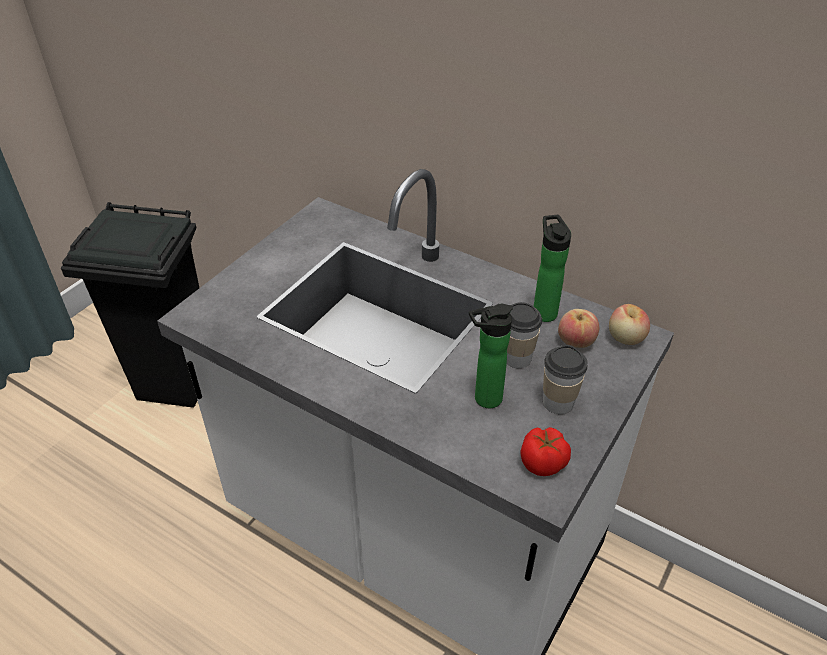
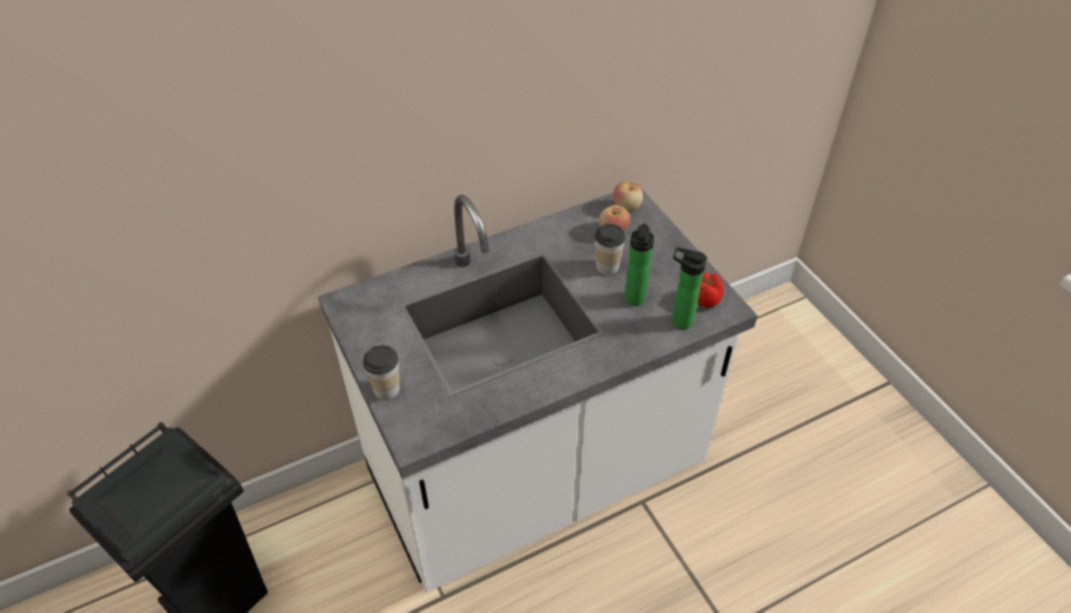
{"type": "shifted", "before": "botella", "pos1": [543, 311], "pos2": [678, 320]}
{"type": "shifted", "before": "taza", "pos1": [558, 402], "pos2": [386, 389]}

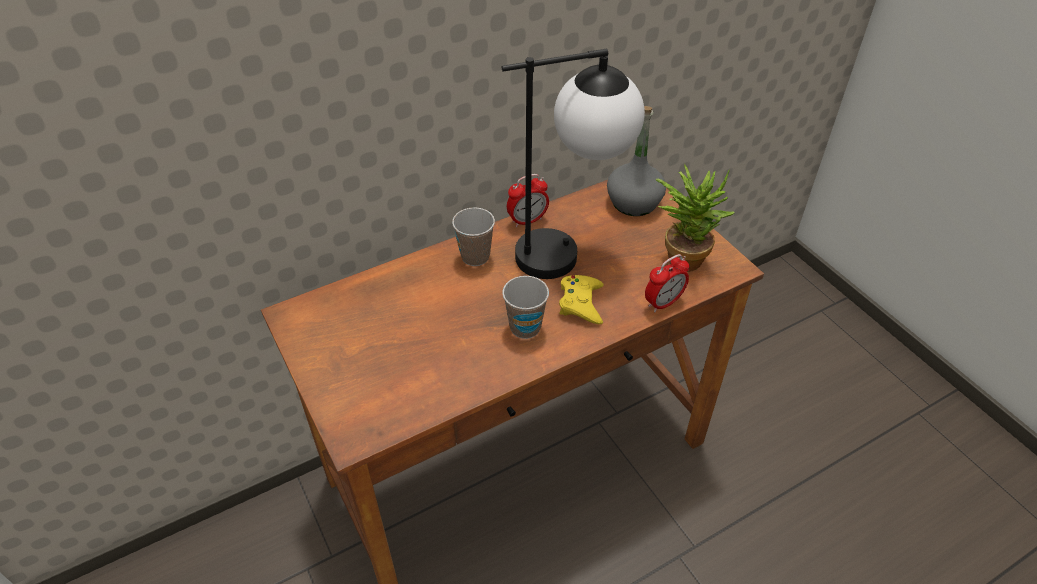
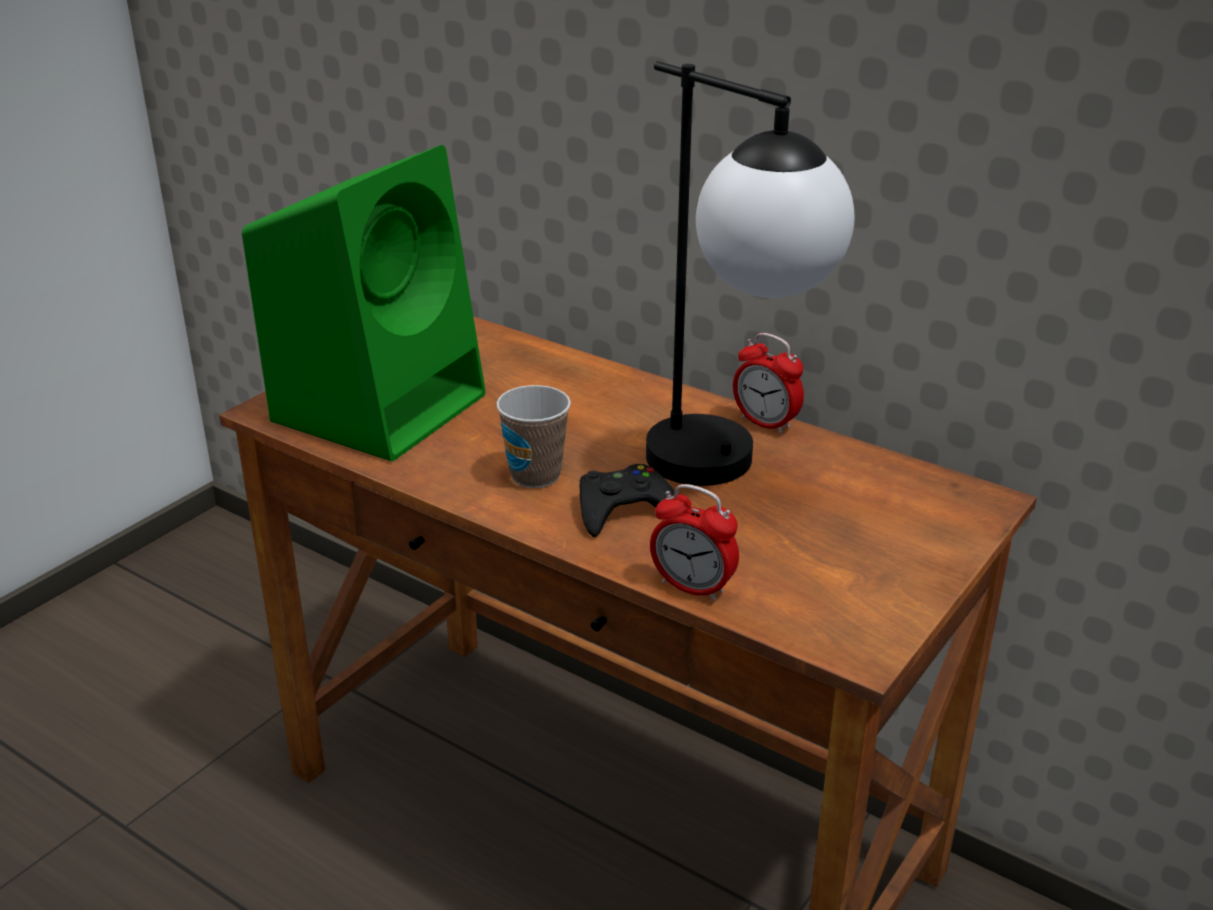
{"type": "gone", "before": "taza", "pos1": [475, 257]}
{"type": "repainted", "before": "mando de consola/amarillo", "after": "mando de consola/negro", "pos1": [581, 303], "pos2": [624, 510]}
{"type": "gone", "before": "botella/gris", "pos1": [633, 202]}
{"type": "gone", "before": "planta en maceta", "pos1": [683, 255]}
{"type": "new", "after": "altavoz/verde", "pos2": [382, 405]}

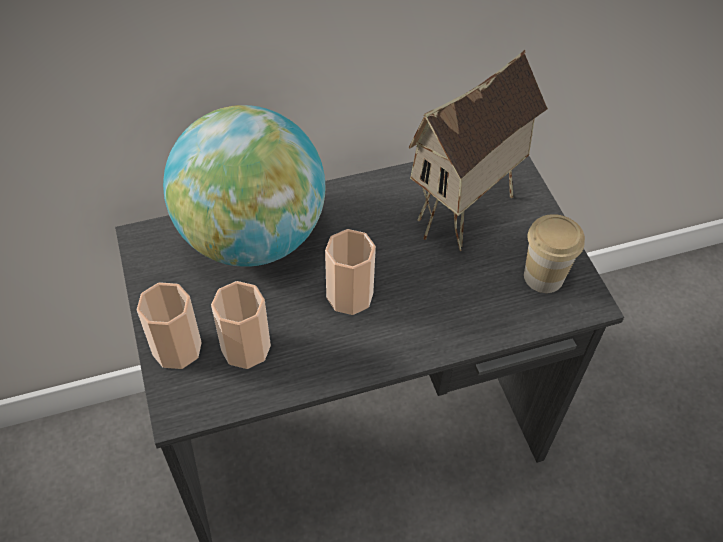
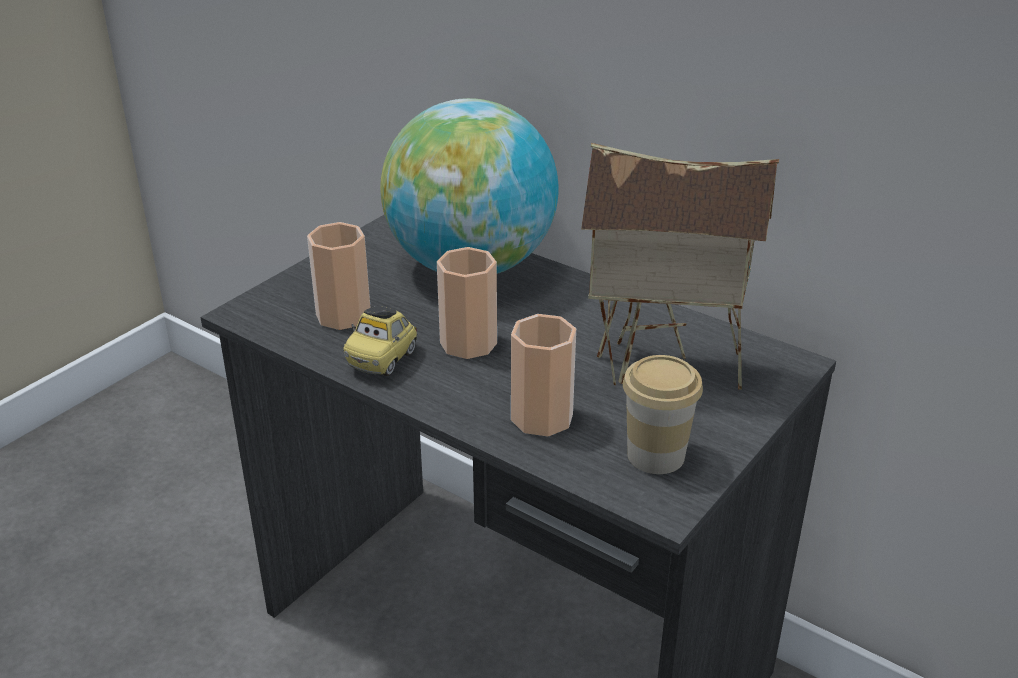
{"type": "shifted", "before": "taza", "pos1": [177, 348], "pos2": [542, 417]}
{"type": "new", "after": "coche de juguete", "pos2": [383, 360]}

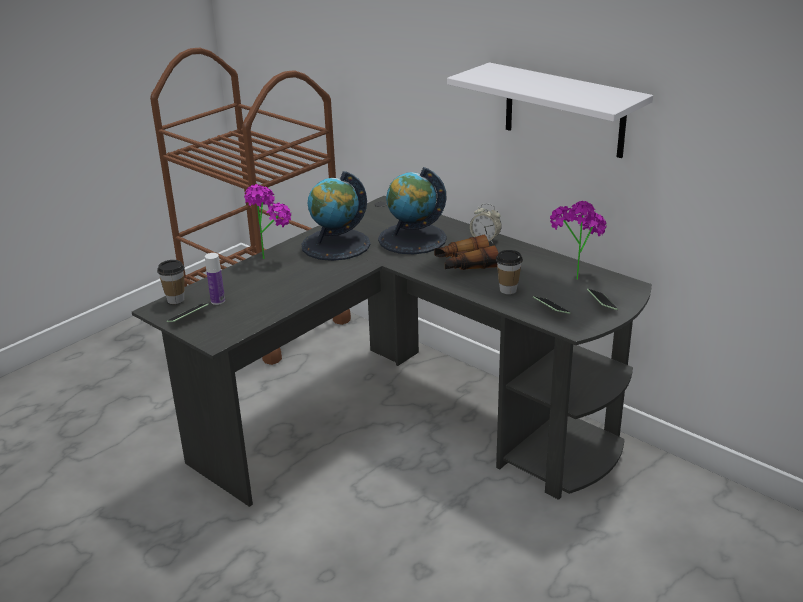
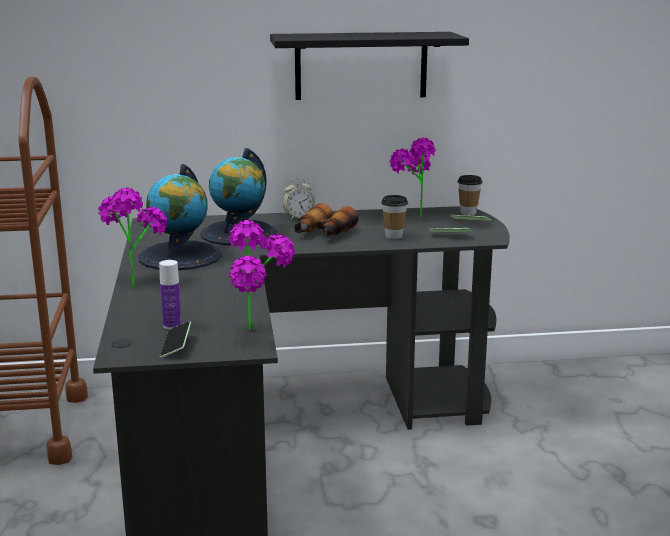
{"type": "shifted", "before": "taza", "pos1": [176, 300], "pos2": [468, 213]}
{"type": "repainted", "before": "estante/blanco", "after": "estante/negro", "pos1": [564, 110], "pos2": [361, 65]}
{"type": "new", "after": "planta en maceta", "pos2": [261, 333]}

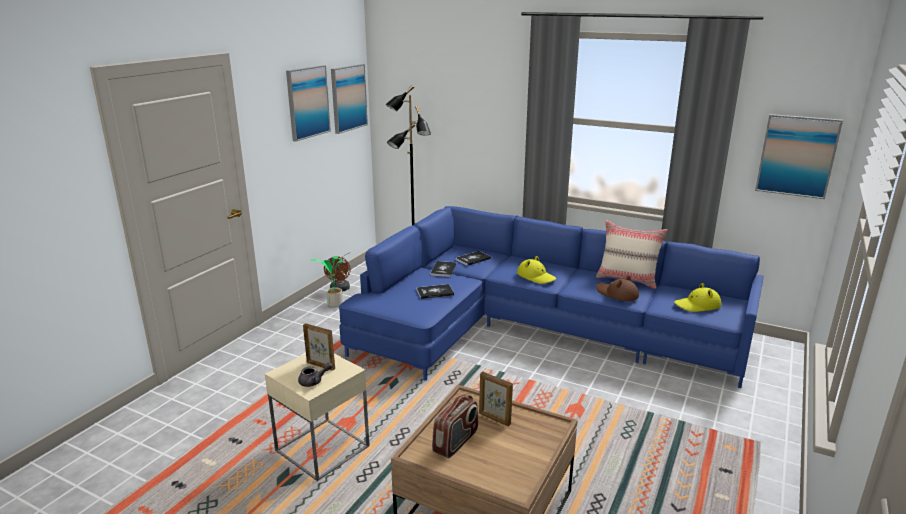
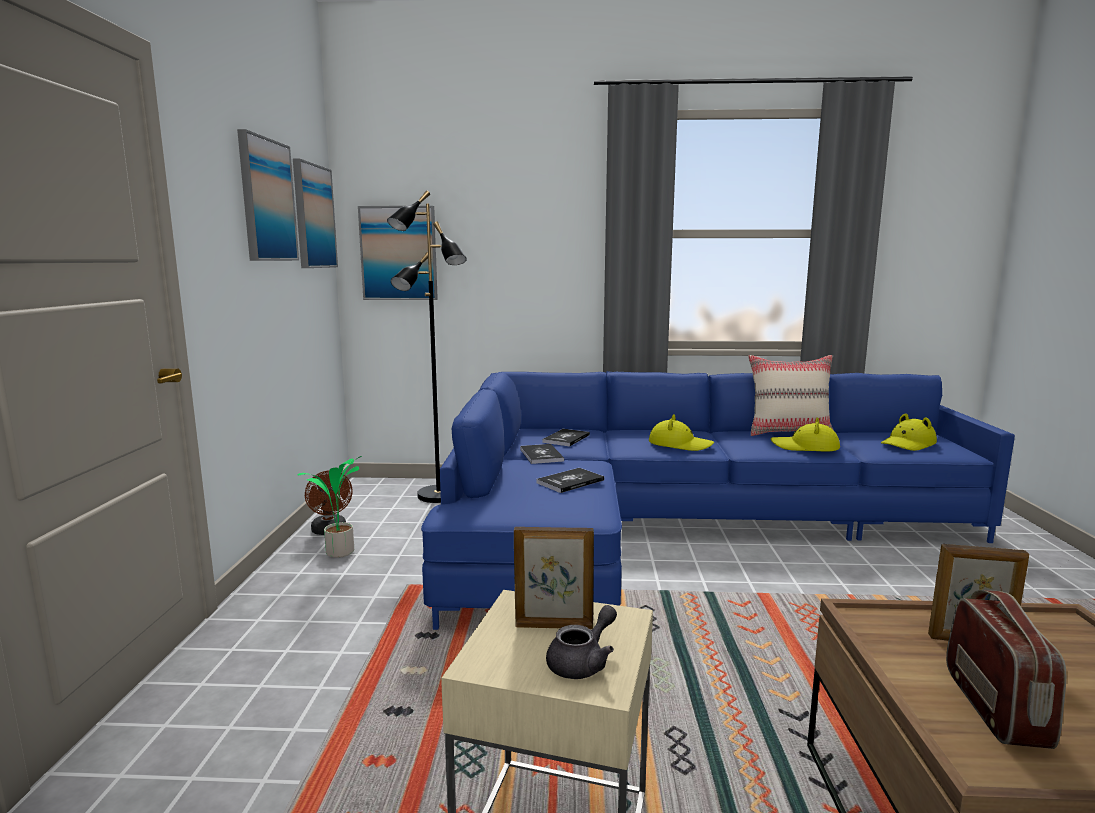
{"type": "repainted", "before": "sombrero/marrón", "after": "sombrero/amarillo", "pos1": [617, 294], "pos2": [805, 447]}
{"type": "shifted", "before": "cuadro", "pos1": [797, 156], "pos2": [399, 253]}

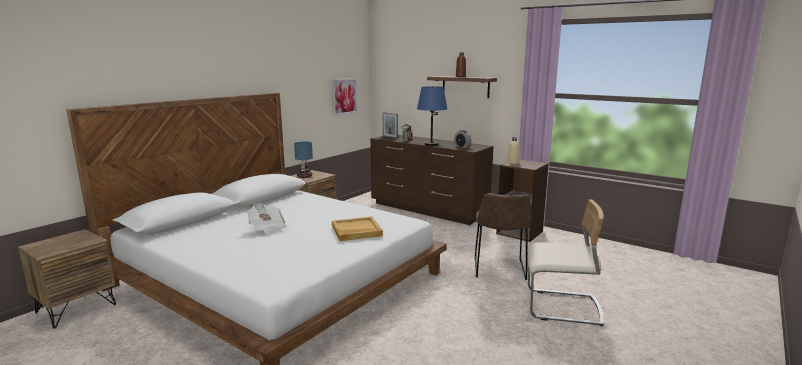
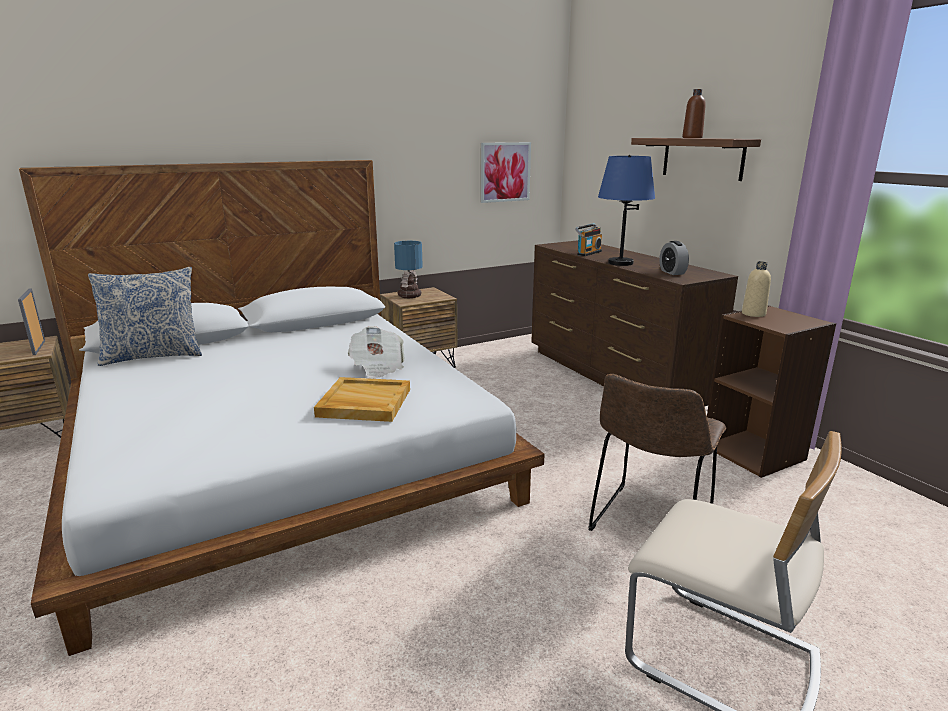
{"type": "shifted", "before": "periódico", "pos1": [267, 228], "pos2": [377, 367]}
{"type": "shifted", "before": "portarretratos", "pos1": [390, 137], "pos2": [39, 348]}
{"type": "new", "after": "cojín", "pos2": [153, 356]}

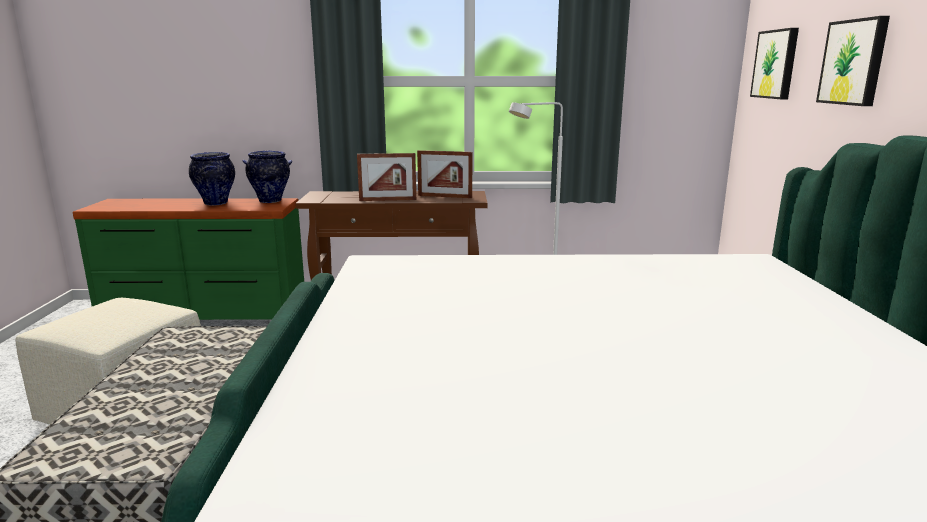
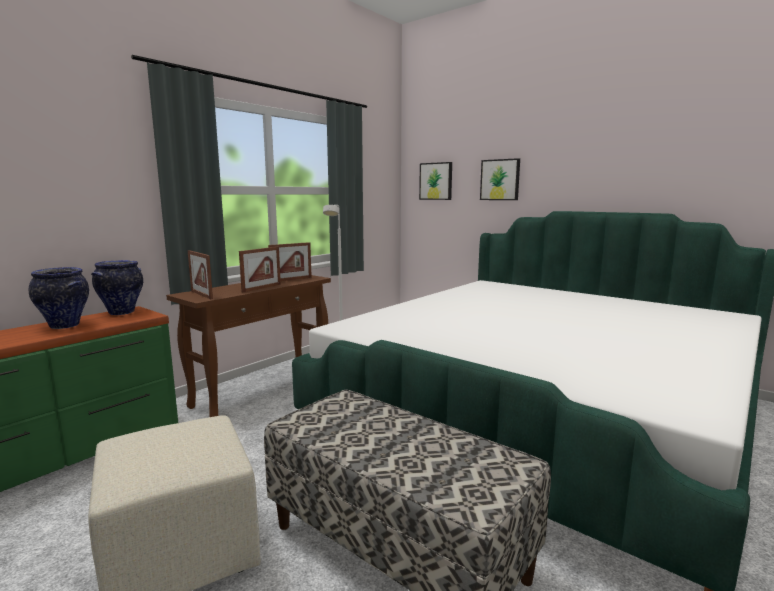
{"type": "new", "after": "portarretratos", "pos2": [201, 295]}

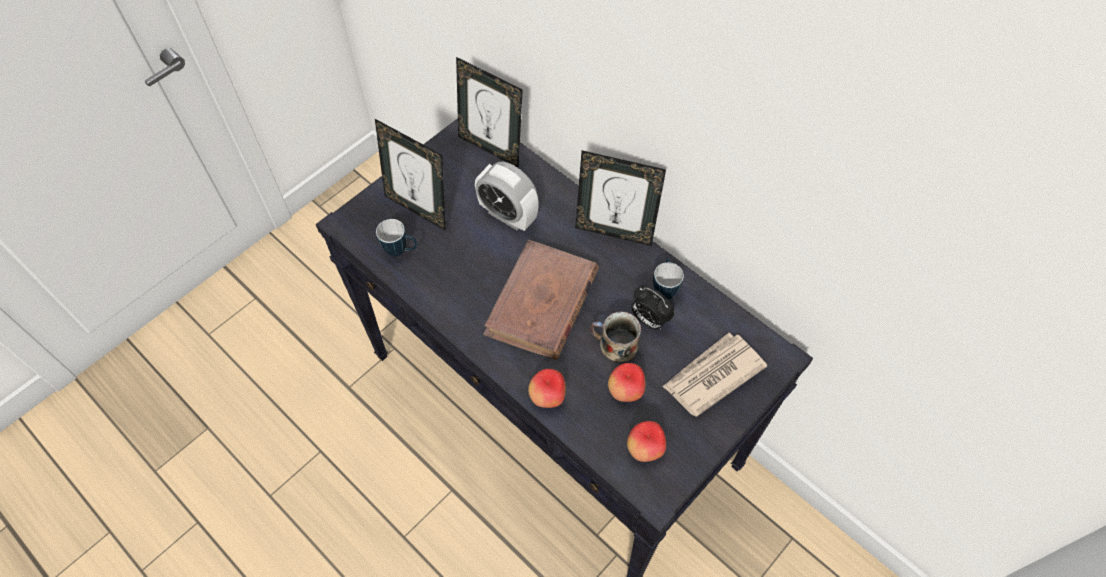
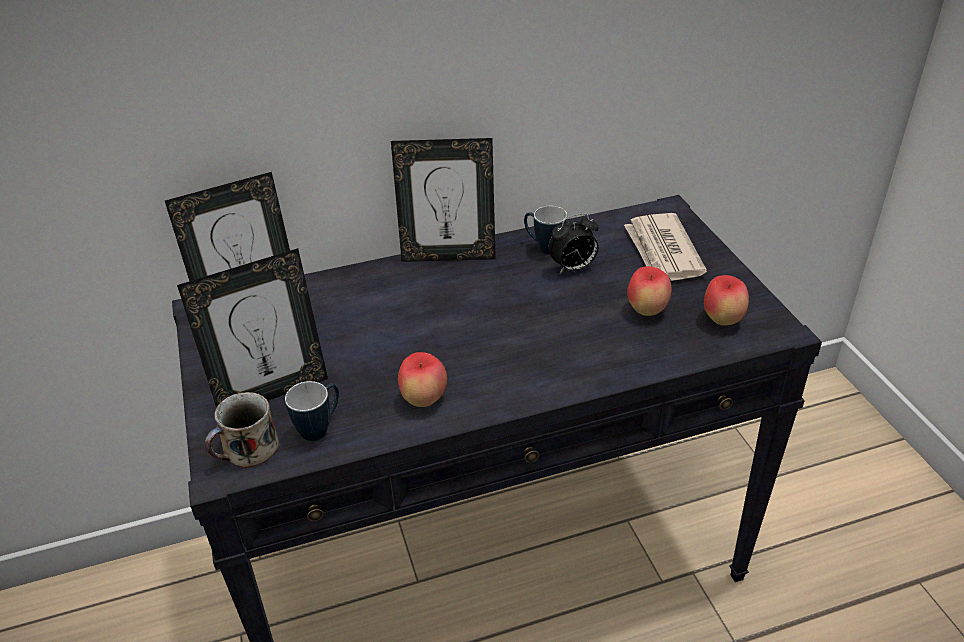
{"type": "gone", "before": "despertador", "pos1": [508, 215]}
{"type": "gone", "before": "libro/marrón", "pos1": [542, 303]}
{"type": "shifted", "before": "manzana", "pos1": [548, 397], "pos2": [424, 400]}
{"type": "rotated", "before": "portarretratos", "pos1": [614, 231], "pos2": [448, 256], "turn": 45}
{"type": "shifted", "before": "taza grande", "pos1": [616, 345], "pos2": [248, 450]}

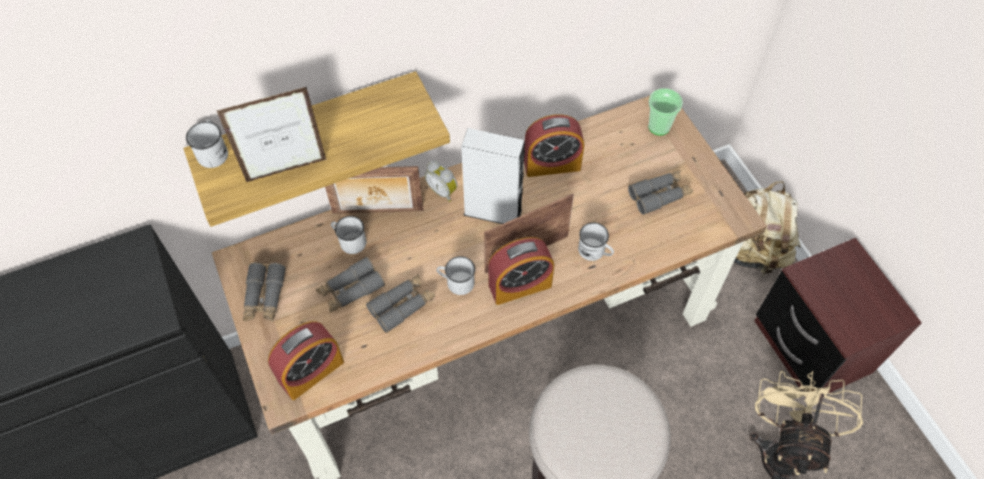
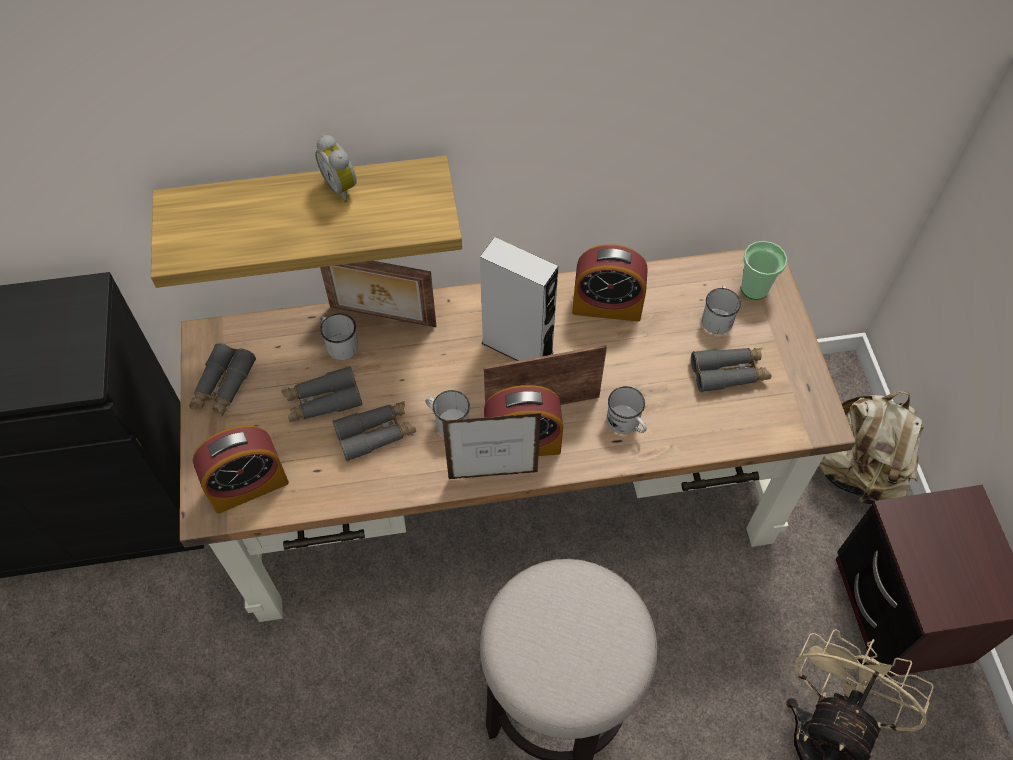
{"type": "shifted", "before": "taza grande/blanco", "pos1": [213, 151], "pos2": [717, 317]}
{"type": "shifted", "before": "portarretratos", "pos1": [287, 170], "pos2": [493, 475]}
{"type": "shifted", "before": "despertador", "pos1": [443, 191], "pos2": [342, 187]}

